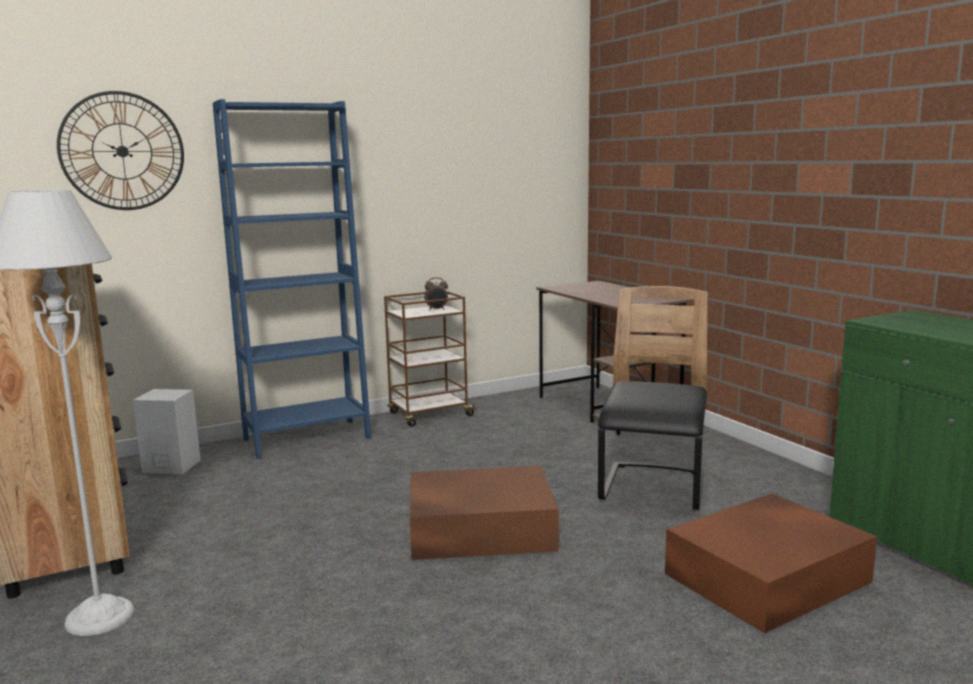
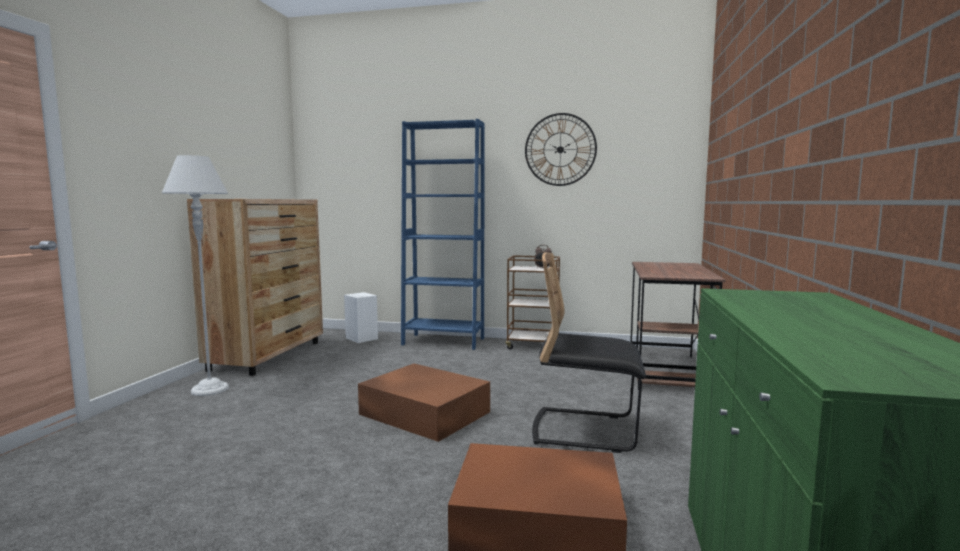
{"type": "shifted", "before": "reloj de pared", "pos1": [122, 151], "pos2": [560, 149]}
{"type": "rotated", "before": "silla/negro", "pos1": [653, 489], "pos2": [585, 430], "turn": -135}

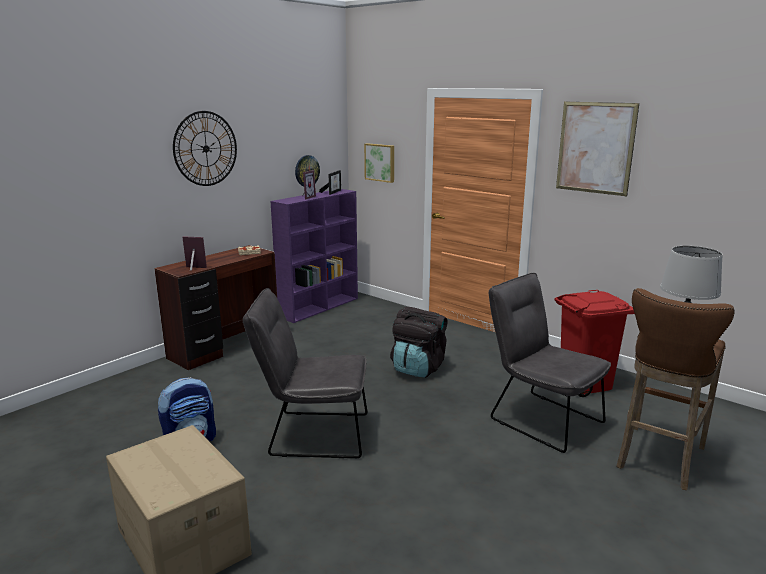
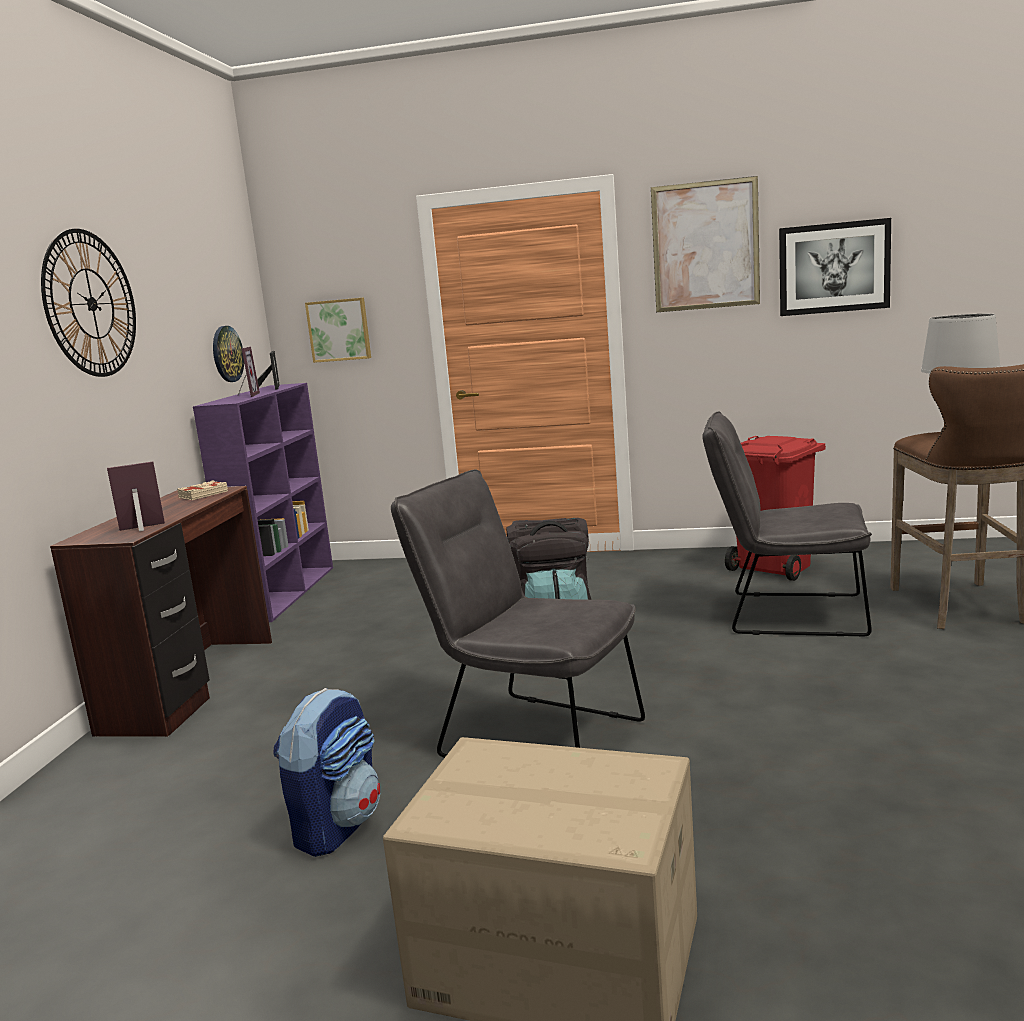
{"type": "rotated", "before": "silla/gris", "pos1": [312, 434], "pos2": [529, 736], "turn": 60}
{"type": "new", "after": "cuadro", "pos2": [833, 268]}

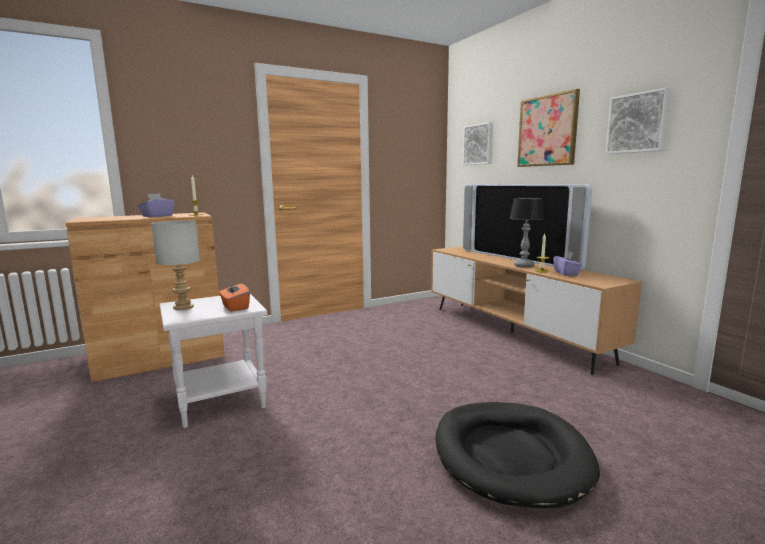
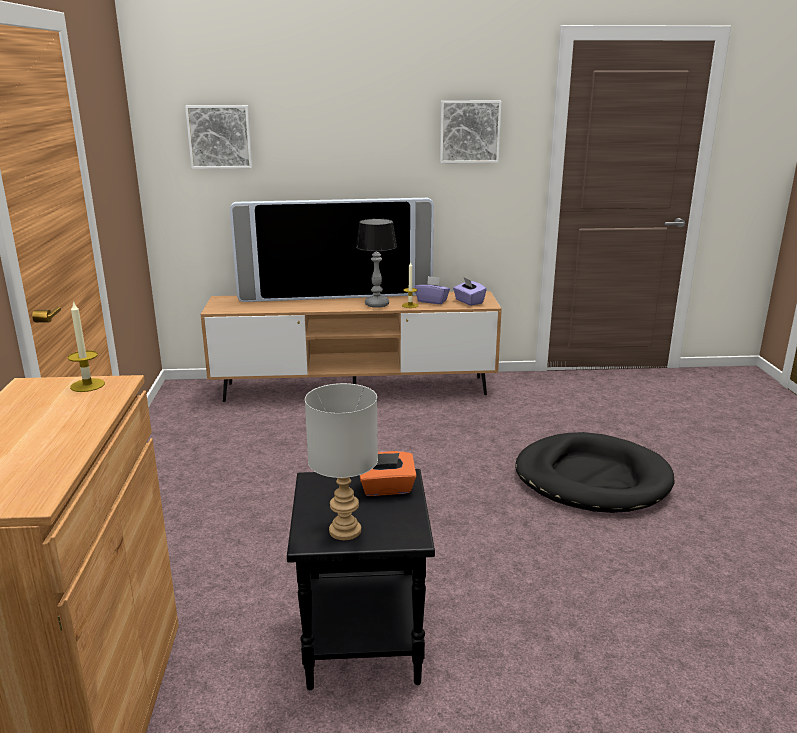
{"type": "shifted", "before": "caja de pañuelos/morado", "pos1": [157, 216], "pos2": [468, 301]}
{"type": "repainted", "before": "mesa auxiliar/blanco", "after": "mesa auxiliar/negro", "pos1": [221, 401], "pos2": [360, 641]}
{"type": "gone", "before": "cuadro", "pos1": [547, 131]}

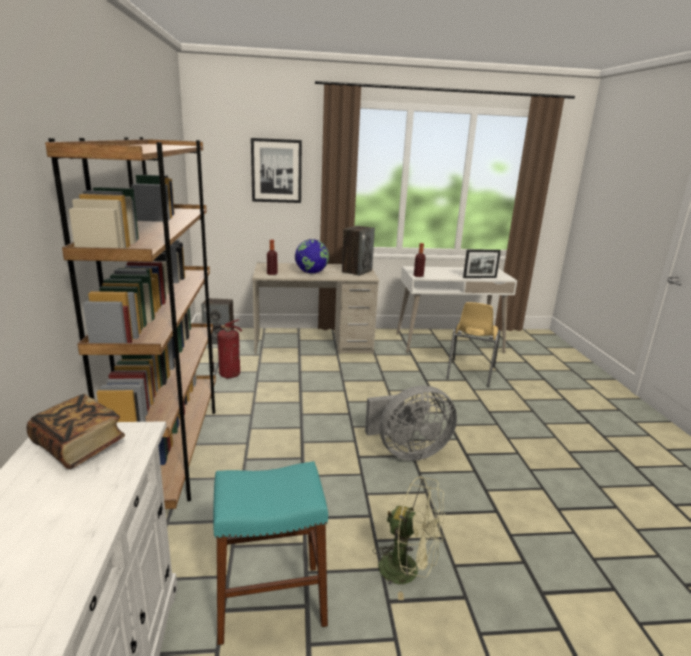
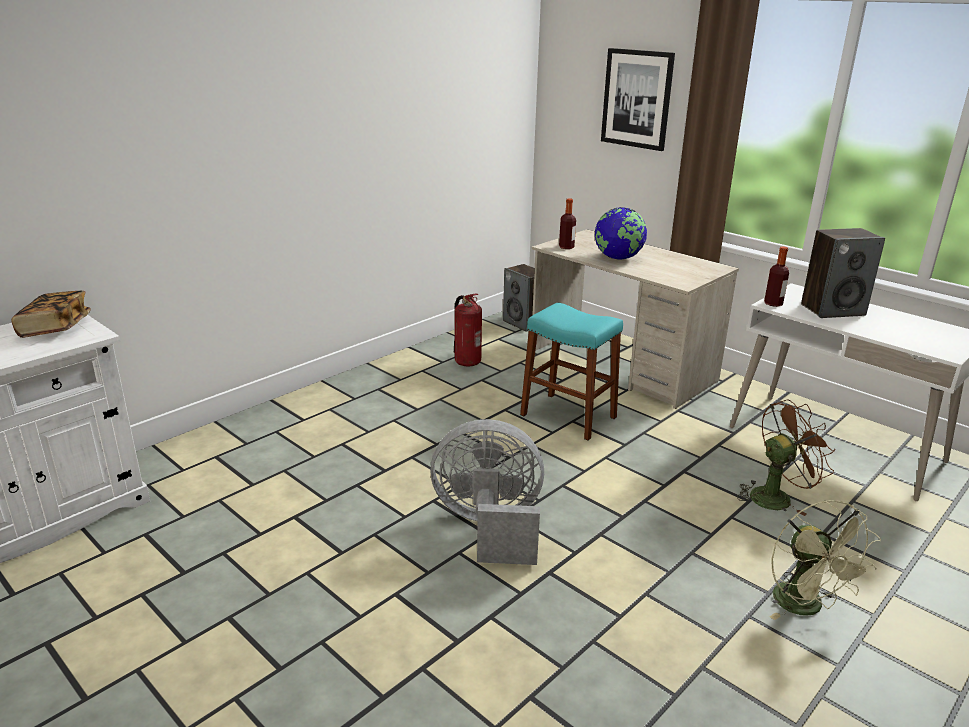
{"type": "gone", "before": "estantería/marrón", "pos1": [173, 451]}
{"type": "shifted", "before": "taburete/turquesa", "pos1": [270, 601], "pos2": [568, 416]}
{"type": "shifted", "before": "altavoz", "pos1": [357, 271], "pos2": [833, 310]}
{"type": "rotated", "before": "ventilador/gris", "pos1": [407, 451], "pos2": [489, 527], "turn": 150}
{"type": "shifted", "before": "ventilador/verde", "pos1": [408, 571], "pos2": [806, 607]}
{"type": "swapped", "before": "silla/amarillo", "after": "ventilador/marrón", "pos1": [470, 373], "pos2": [776, 496]}
{"type": "gone", "before": "portarretratos", "pos1": [479, 277]}

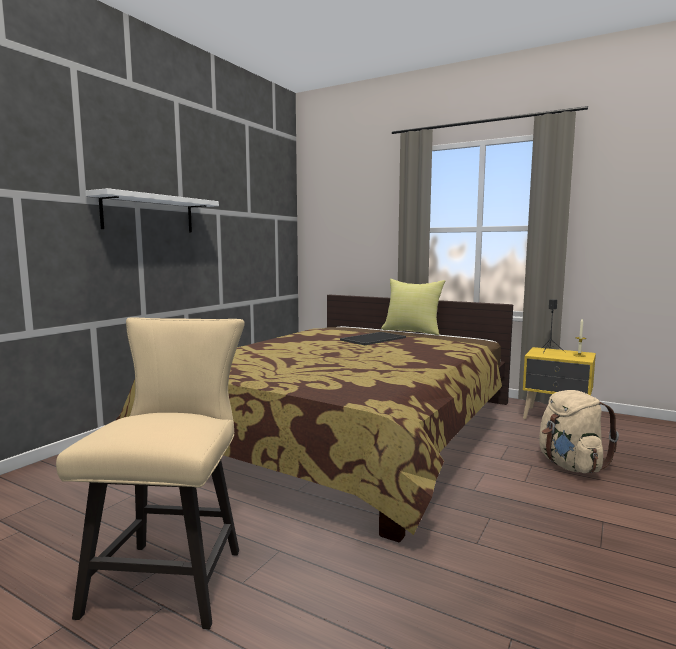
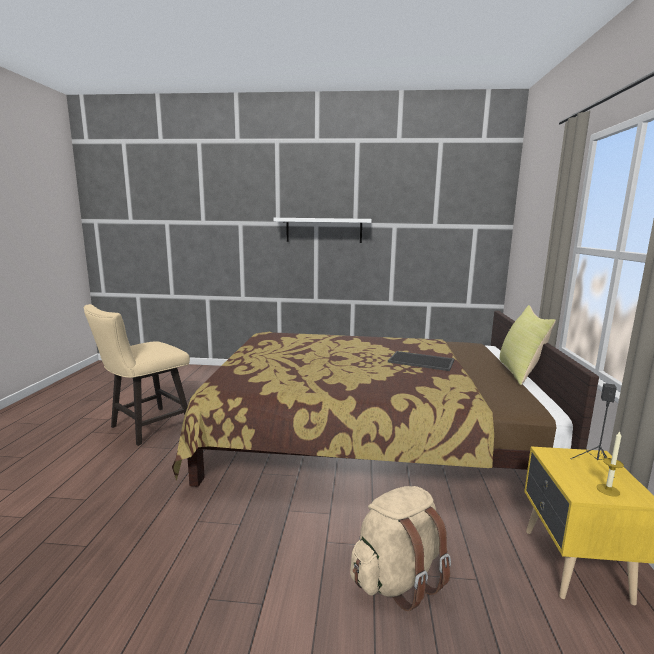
{"type": "rotated", "before": "silla/beis", "pos1": [172, 574], "pos2": [145, 428], "turn": 150}

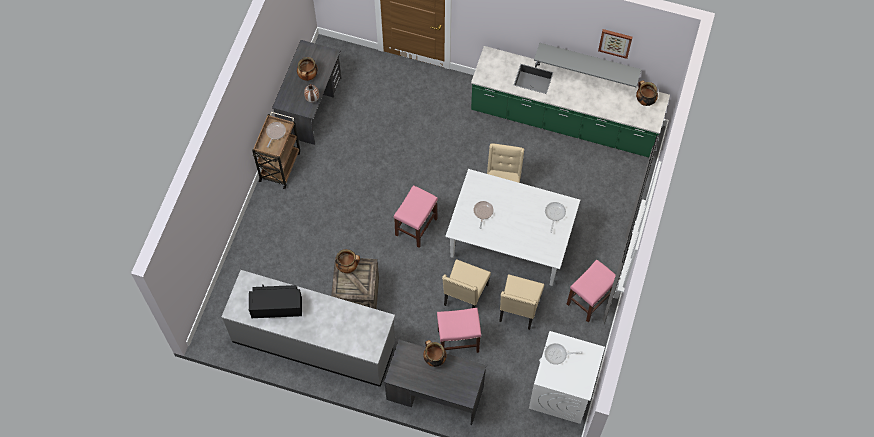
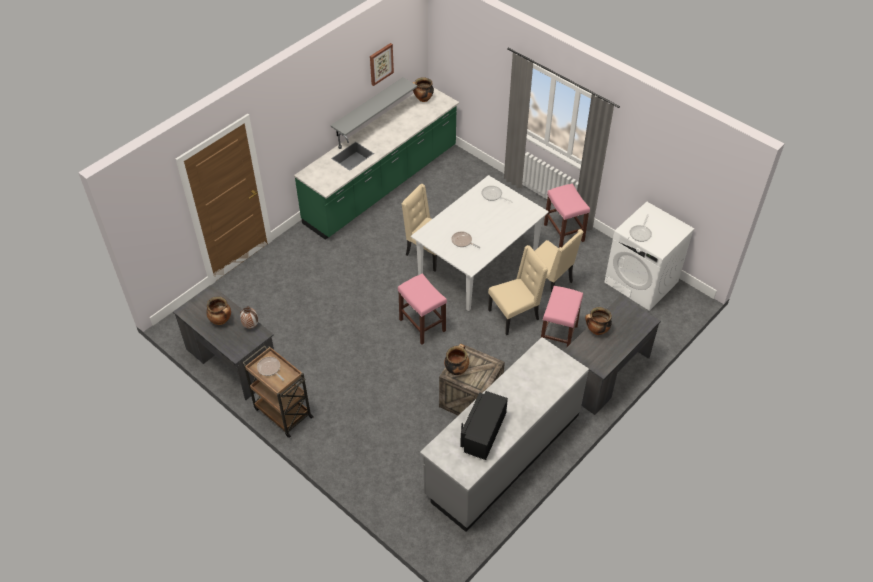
{"type": "rotated", "before": "silla/beis", "pos1": [465, 296], "pos2": [514, 315], "turn": -75}

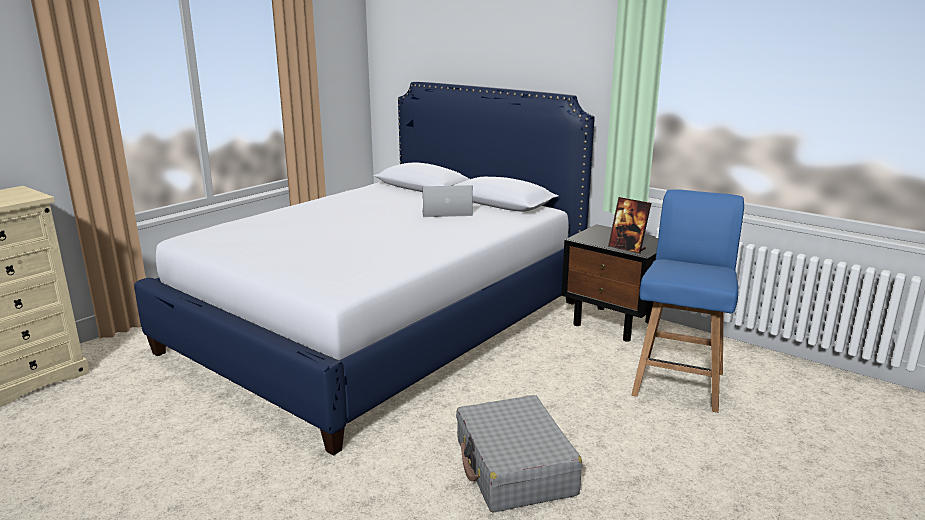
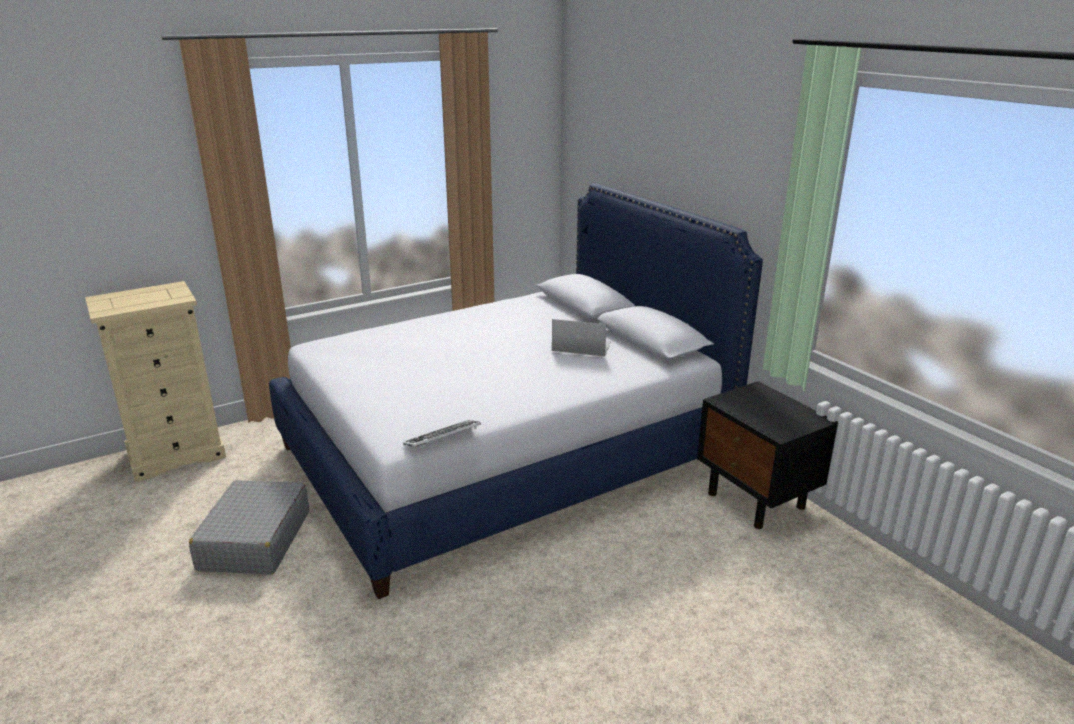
{"type": "shifted", "before": "maleta/gris", "pos1": [514, 468], "pos2": [254, 540]}
{"type": "gone", "before": "portarretratos", "pos1": [627, 248]}
{"type": "gone", "before": "silla/azul", "pos1": [679, 382]}
{"type": "new", "after": "teclado", "pos2": [443, 439]}

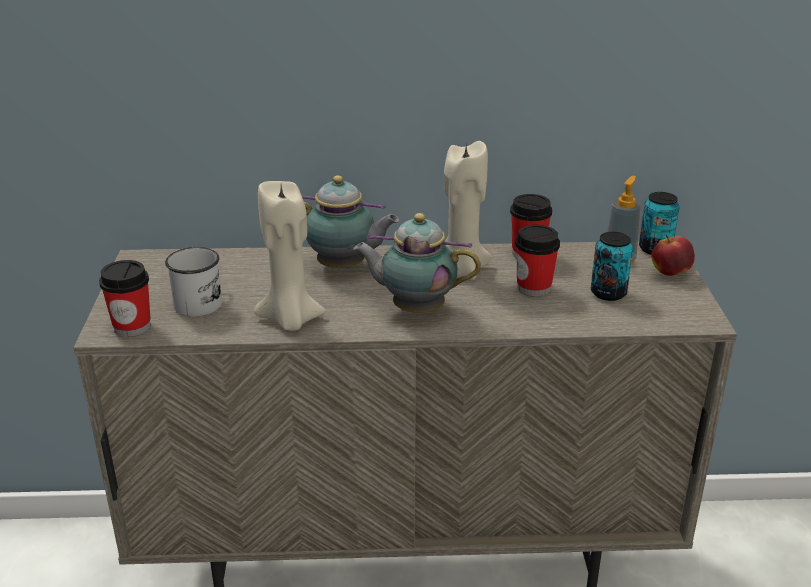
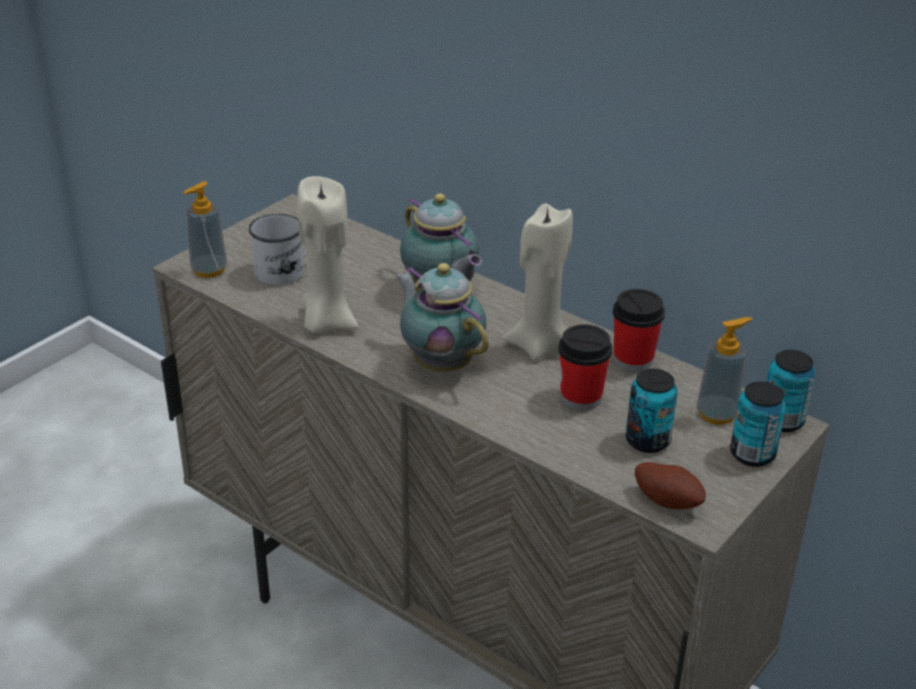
{"type": "swapped", "before": "taza", "after": "dispensador de jabón", "pos1": [132, 327], "pos2": [209, 270]}
{"type": "swapped", "before": "manzana", "after": "lata", "pos1": [670, 273], "pos2": [752, 454]}
{"type": "new", "after": "patata", "pos2": [668, 500]}

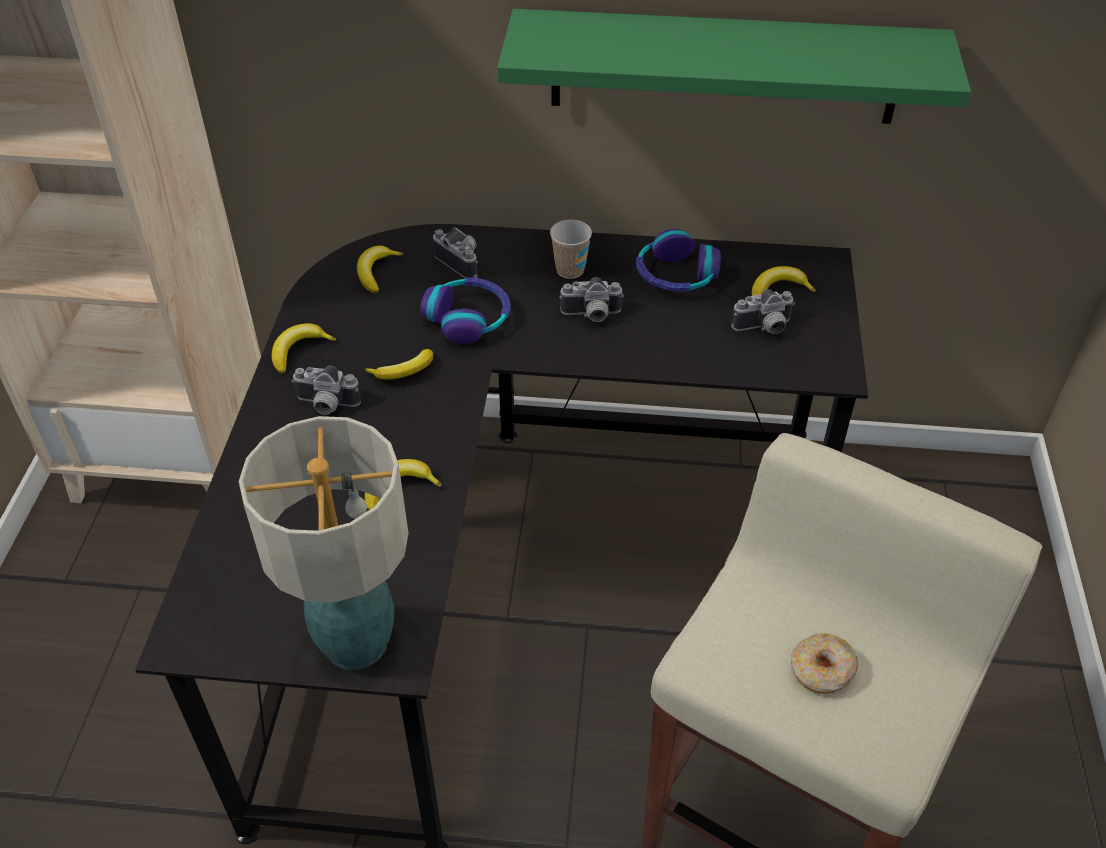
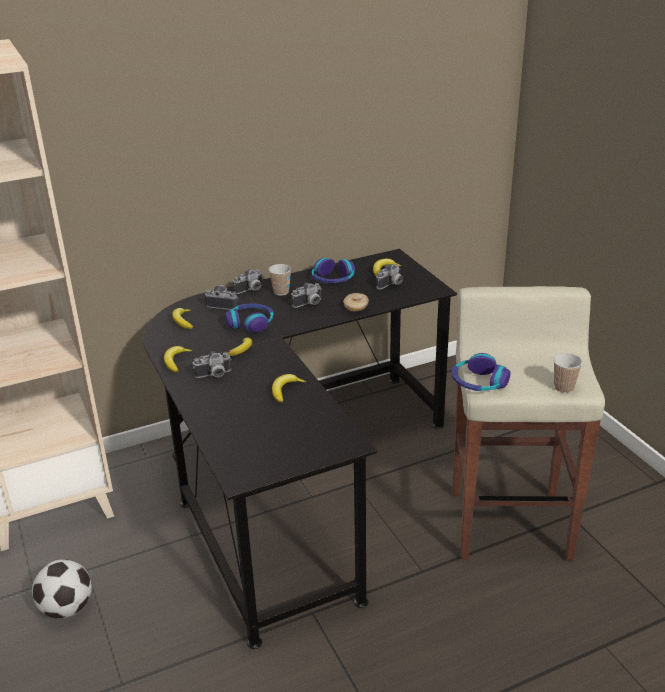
{"type": "gone", "before": "lámpara de mesa", "pos1": [357, 641]}
{"type": "gone", "before": "estante/verde", "pos1": [724, 67]}
{"type": "shifted", "before": "rosquilla", "pos1": [821, 671], "pos2": [356, 306]}
{"type": "new", "after": "balón de fútbol", "pos2": [66, 608]}
{"type": "new", "after": "cámara", "pos2": [250, 290]}
{"type": "new", "after": "auriculares", "pos2": [478, 382]}
{"type": "new", "after": "taza", "pos2": [564, 387]}

